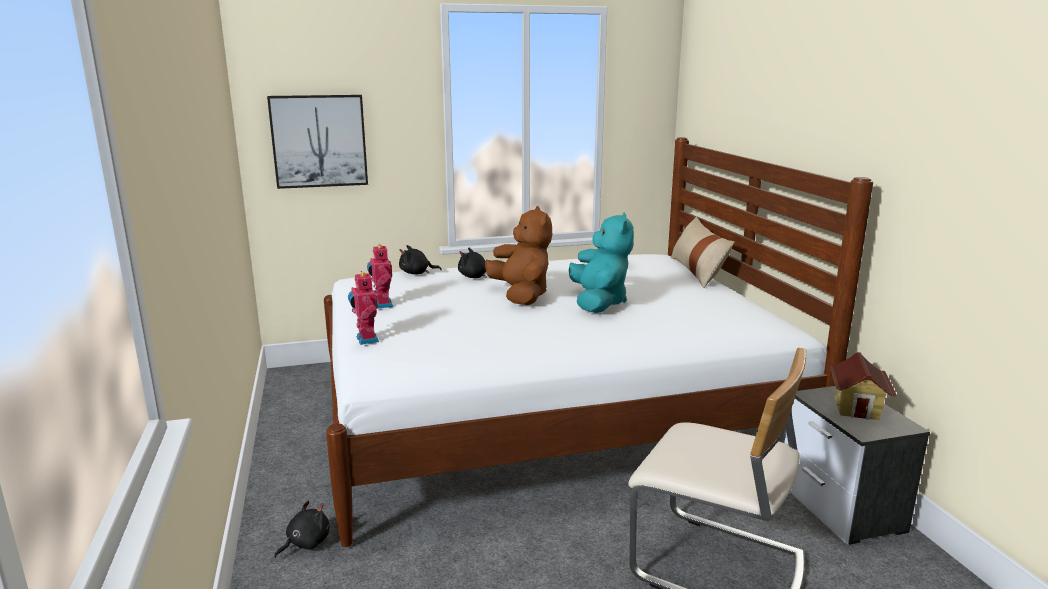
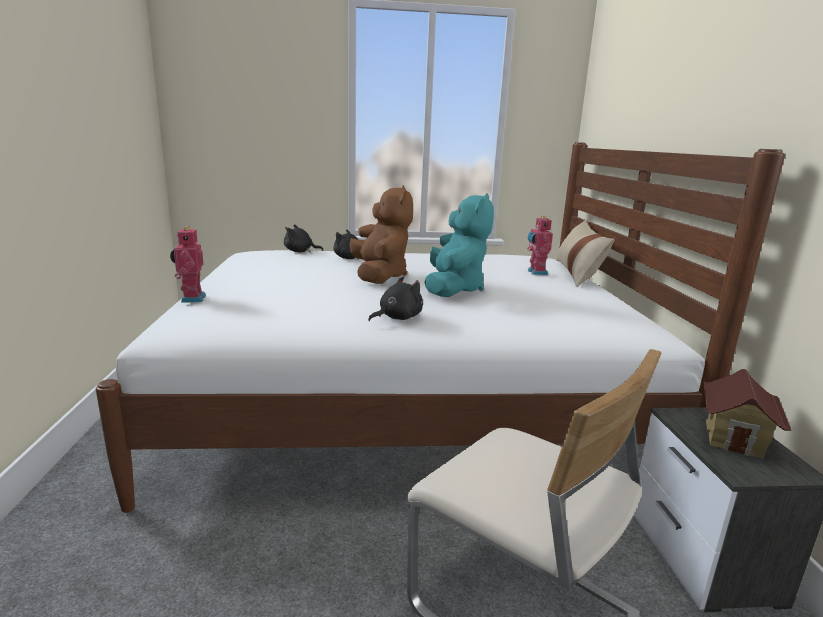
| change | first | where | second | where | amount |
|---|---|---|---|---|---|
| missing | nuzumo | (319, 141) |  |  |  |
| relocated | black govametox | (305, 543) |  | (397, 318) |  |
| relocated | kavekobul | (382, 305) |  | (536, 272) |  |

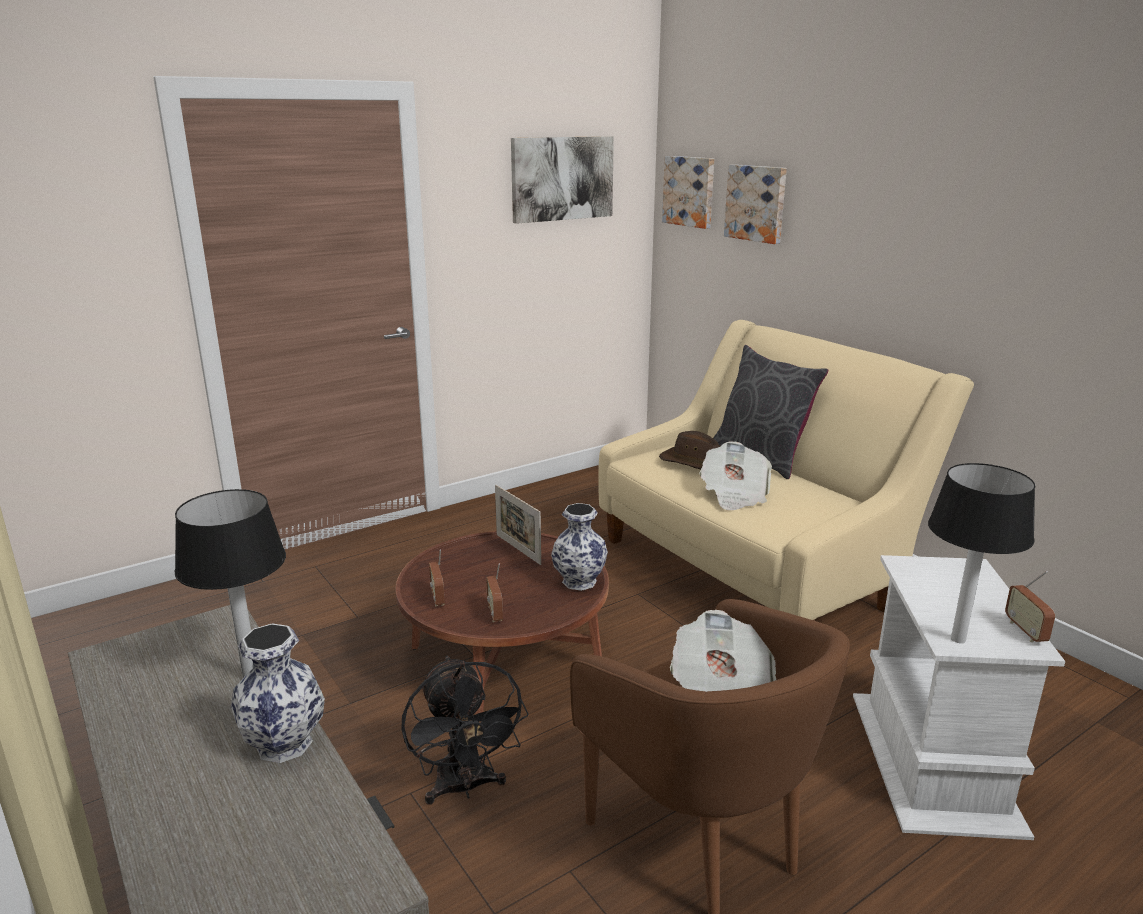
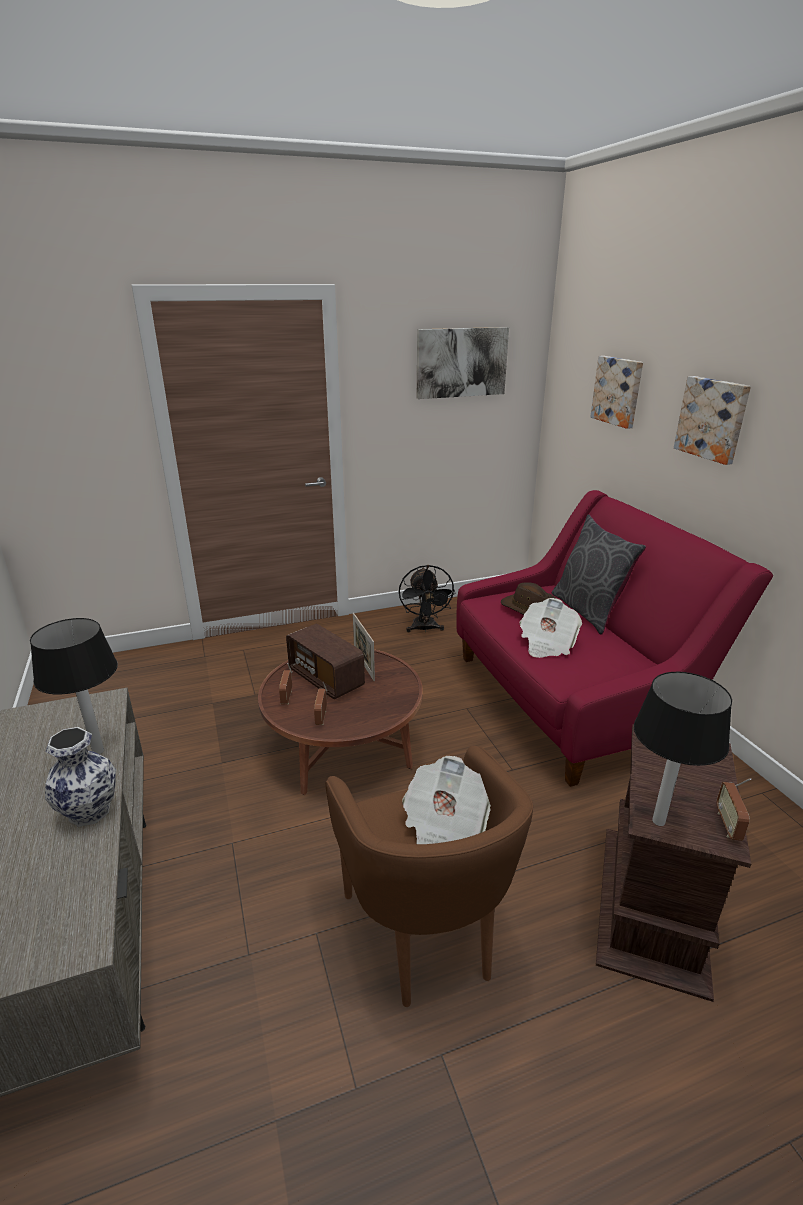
| change | first | where | second | where | amount |
|---|---|---|---|---|---|
| relocated | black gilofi | (464, 788) |  | (424, 629) |  |
| missing | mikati | (579, 581) |  |  |  |
| colour | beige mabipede | (753, 567) | red mabipede | (571, 699) |  |
| relocated | nuzumo | (690, 191) |  | (713, 419) |  |
| colour | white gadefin | (934, 761) | brown gadefin | (652, 906) |  |
| appeared |  |  | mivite | (326, 679) |  |

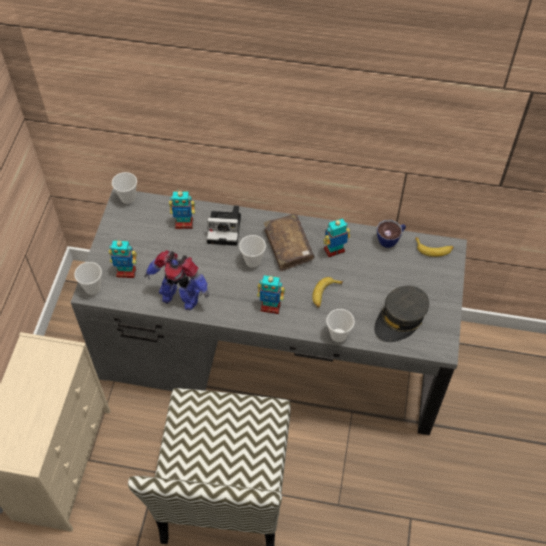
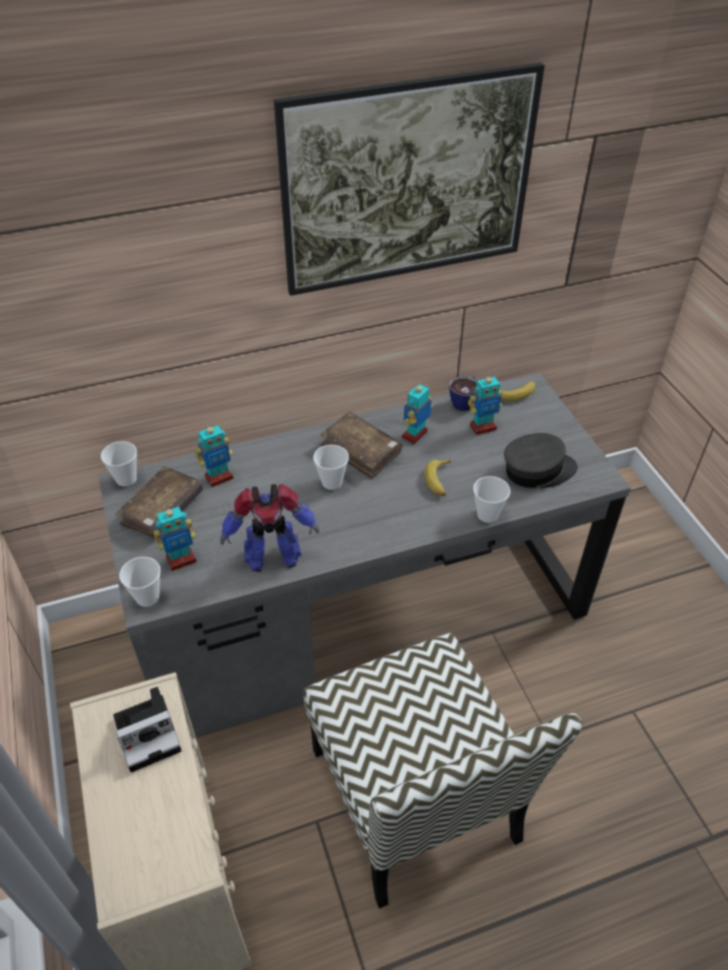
| change | first | where | second | where | amount |
|---|---|---|---|---|---|
| relocated | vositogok | (226, 229) |  | (150, 732) |  |
| relocated | kavekobul | (270, 307) |  | (482, 427) |  |
| spun | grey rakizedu | (400, 319) |  | (538, 470) | 120 degrees counterclockwise |
| appeared |  |  | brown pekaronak | (162, 510) |  |
| appeared |  |  | nuzumo | (406, 228) |  |

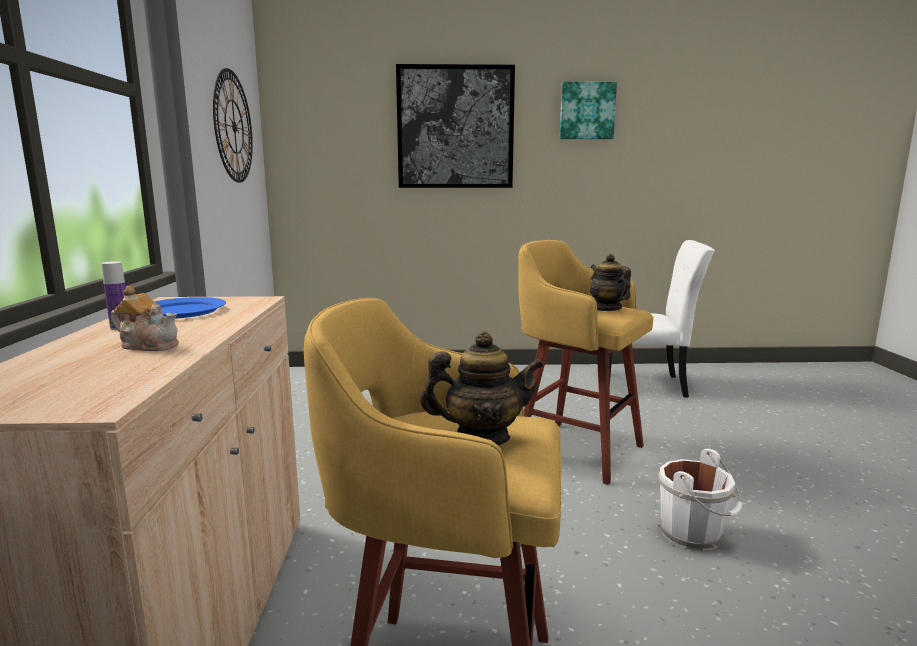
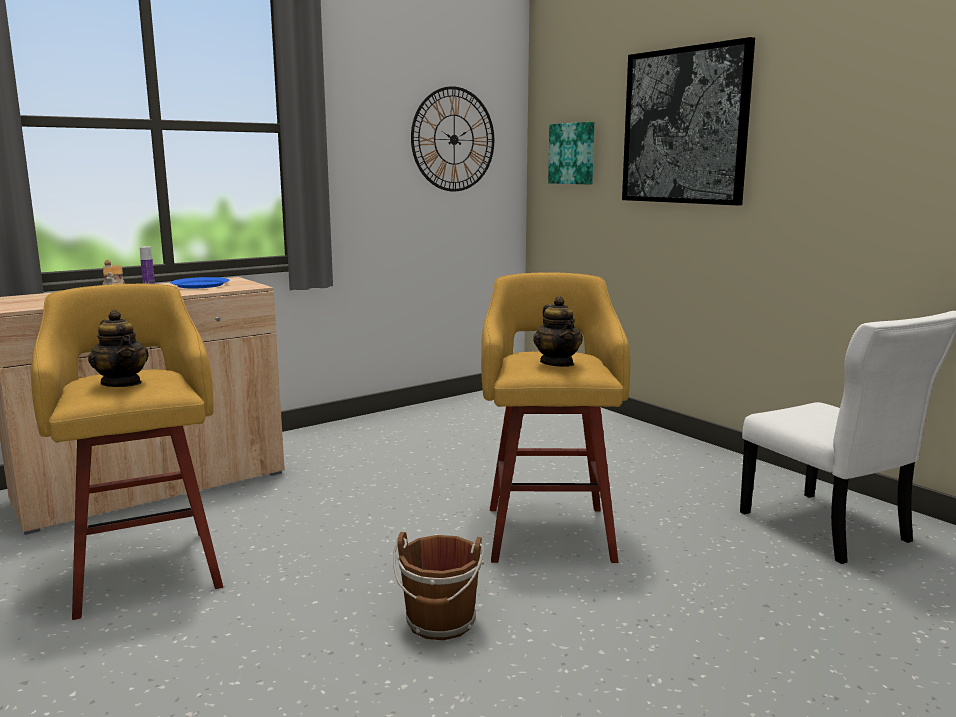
| change | first | where | second | where | amount |
|---|---|---|---|---|---|
| relocated | nuzumo | (587, 111) |  | (572, 153) |  |
| spun | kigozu | (607, 308) |  | (557, 363) | 135 degrees clockwise |
| colour | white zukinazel | (693, 534) | brown zukinazel | (440, 623) |  |

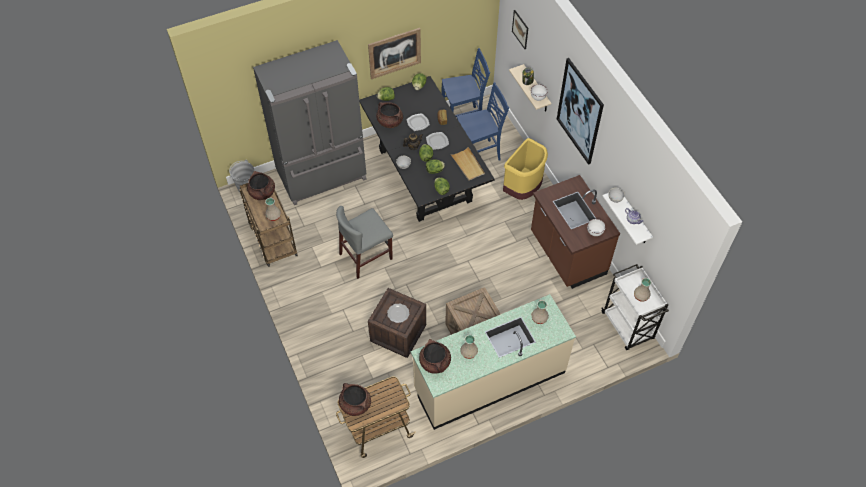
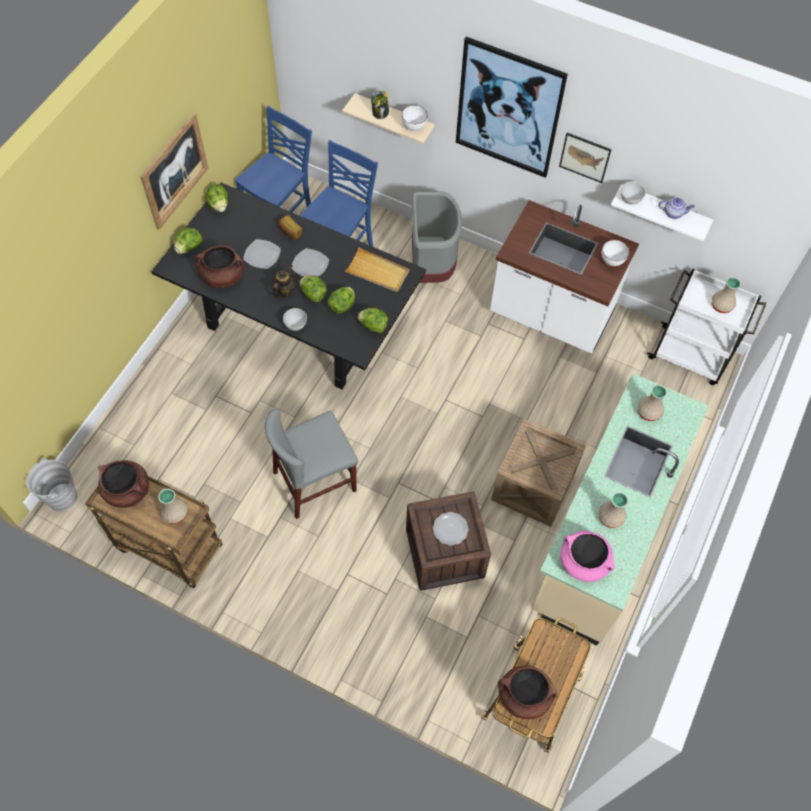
| change | first | where | second | where | amount |
|---|---|---|---|---|---|
| missing | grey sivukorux | (322, 176) |  |  |  |
| spun | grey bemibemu | (366, 256) |  | (315, 481) | 45 degrees clockwise |
| colour | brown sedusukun | (435, 363) | pink sedusukun | (584, 562) |  |
| colour | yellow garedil | (523, 189) | grey garedil | (431, 266) |  |
| relocated | nuzumo | (520, 29) |  | (585, 157) |  |
| colour | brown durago | (567, 254) | white durago | (551, 314) |  |

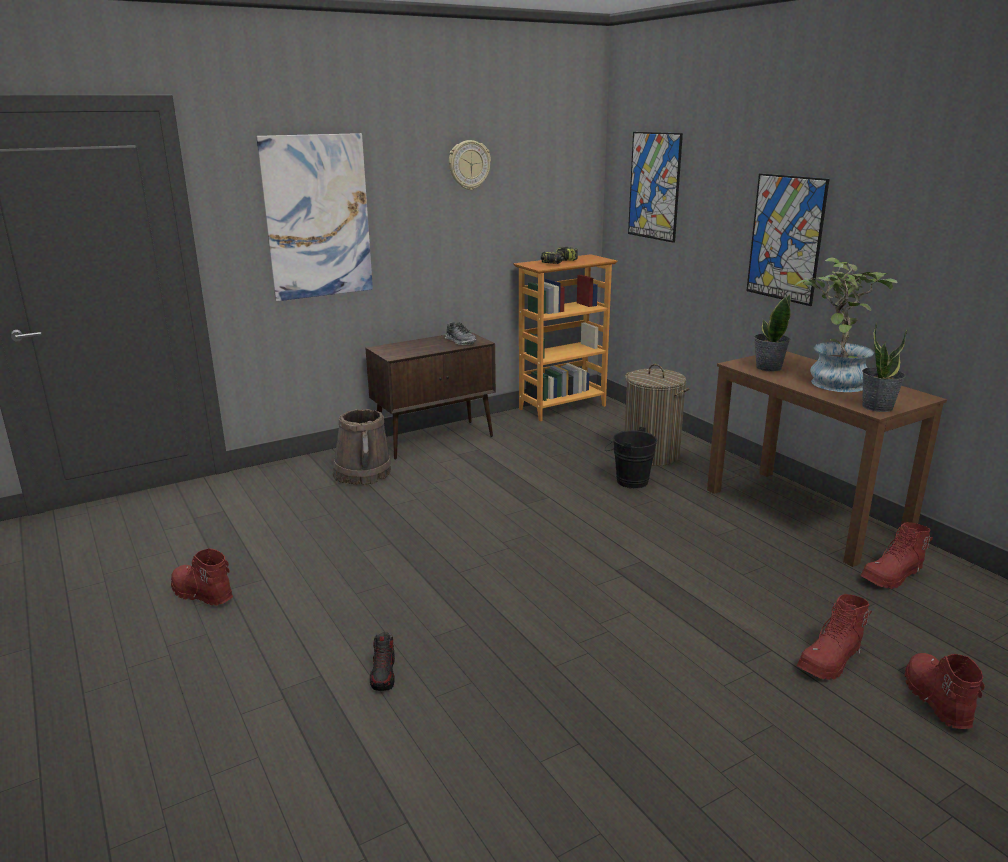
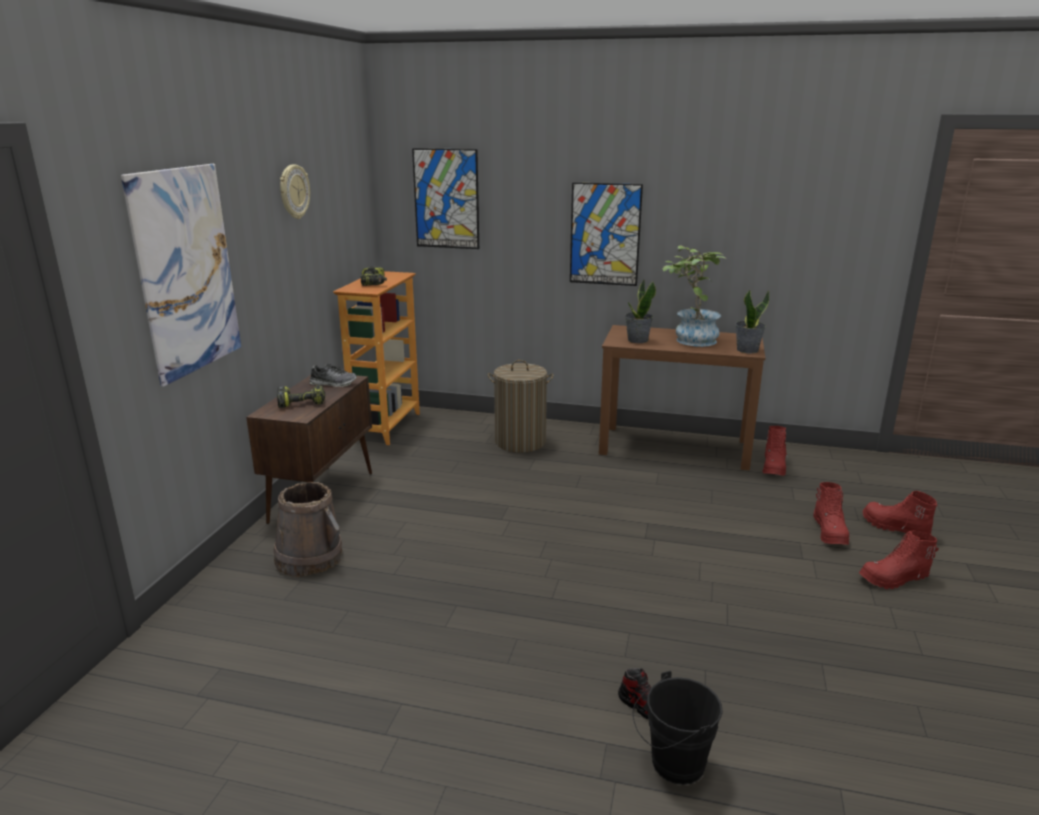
| change | first | where | second | where | amount |
|---|---|---|---|---|---|
| relocated | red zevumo | (201, 594) |  | (894, 579) |  |
| relocated | black zukinazel | (628, 481) |  | (672, 764) |  |
| appeared |  |  | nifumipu | (302, 402) |  |

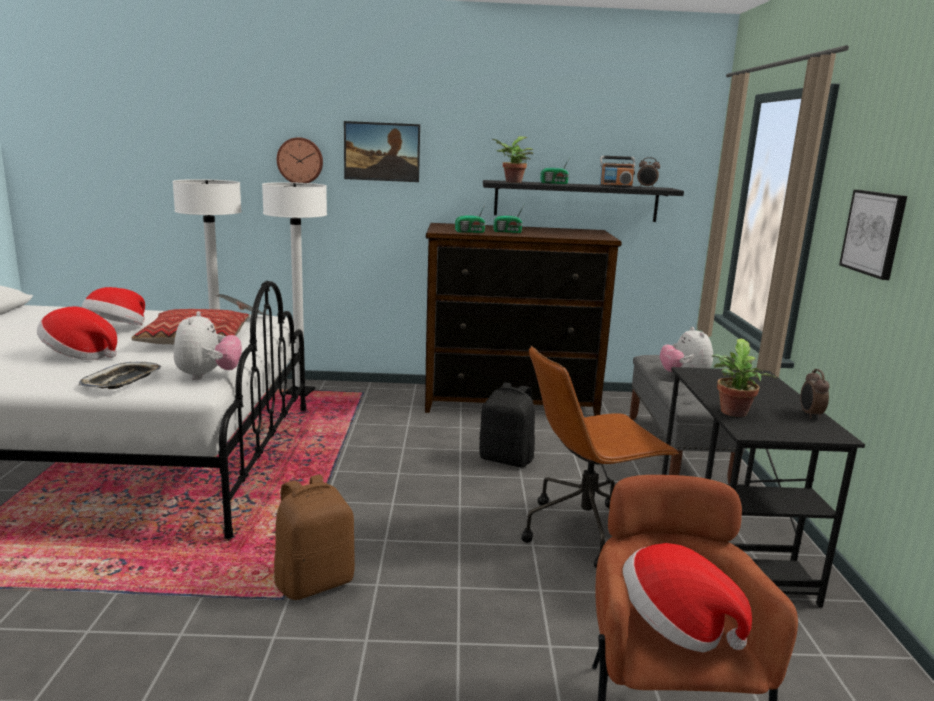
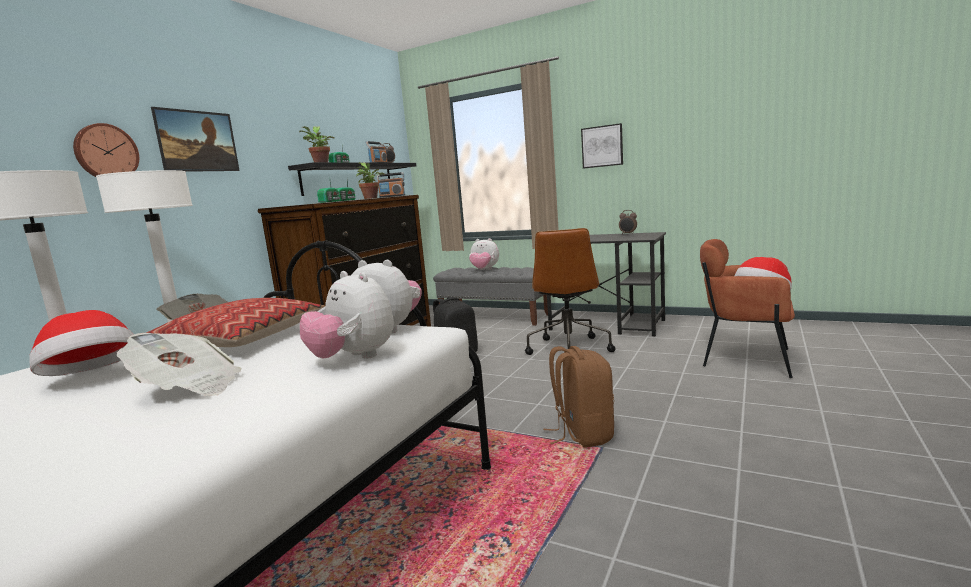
| change | first | where | second | where | amount |
|---|---|---|---|---|---|
| exchanged | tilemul | (79, 355) | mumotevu | (188, 388) |  |
| exchanged | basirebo | (122, 381) | govametox | (353, 358) |  |
| relocated | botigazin | (733, 413) |  | (371, 198) |  |
| appeared |  |  | mivite | (392, 196) |  |

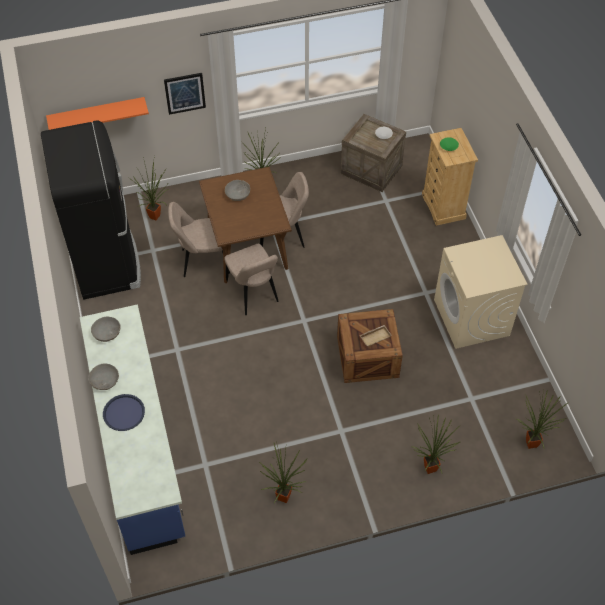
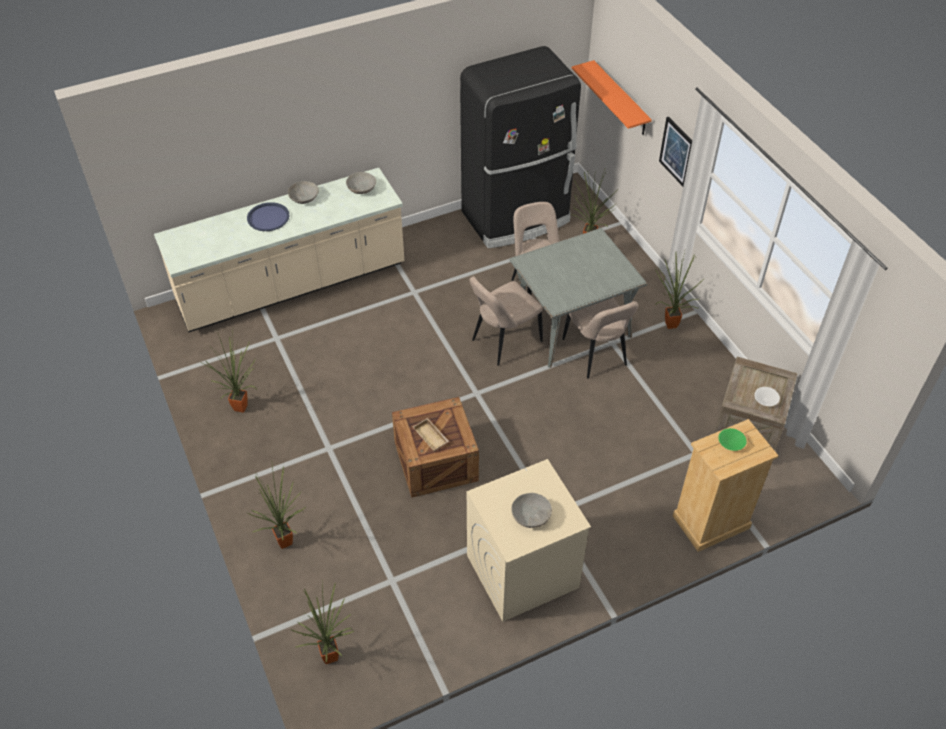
| change | first | where | second | where | amount |
|---|---|---|---|---|---|
| colour | blue durago | (139, 447) | beige durago | (292, 286) |  |
| colour | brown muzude | (247, 246) | grey muzude | (571, 326) |  |
| relocated | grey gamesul | (237, 194) |  | (531, 516) |  |

